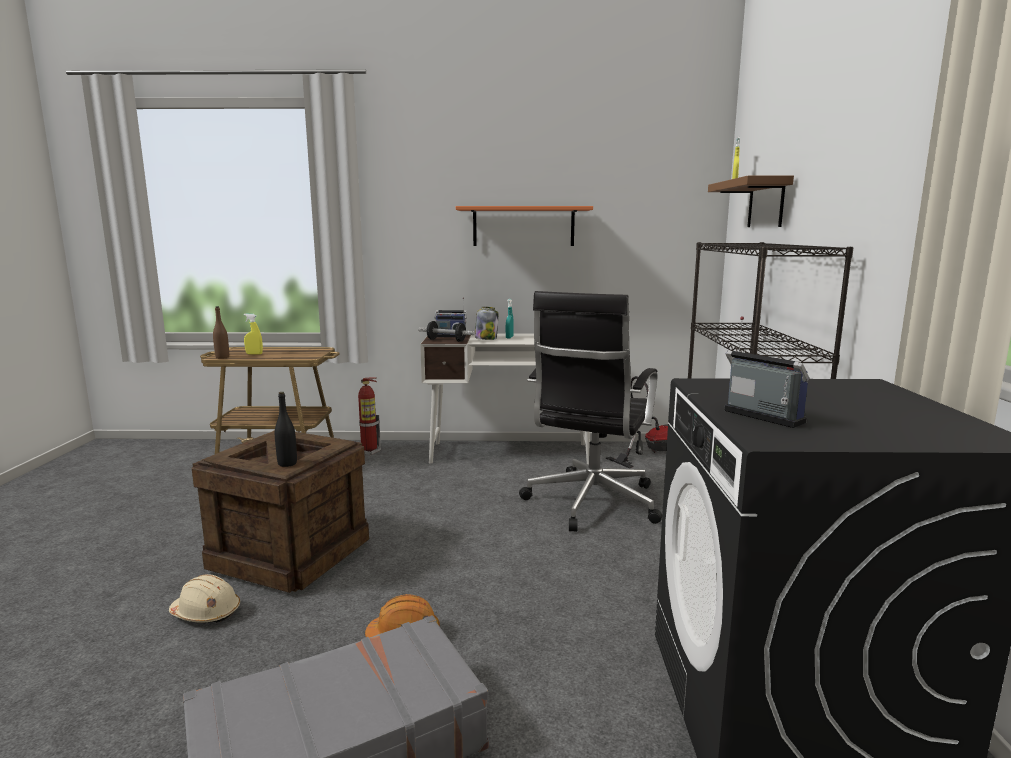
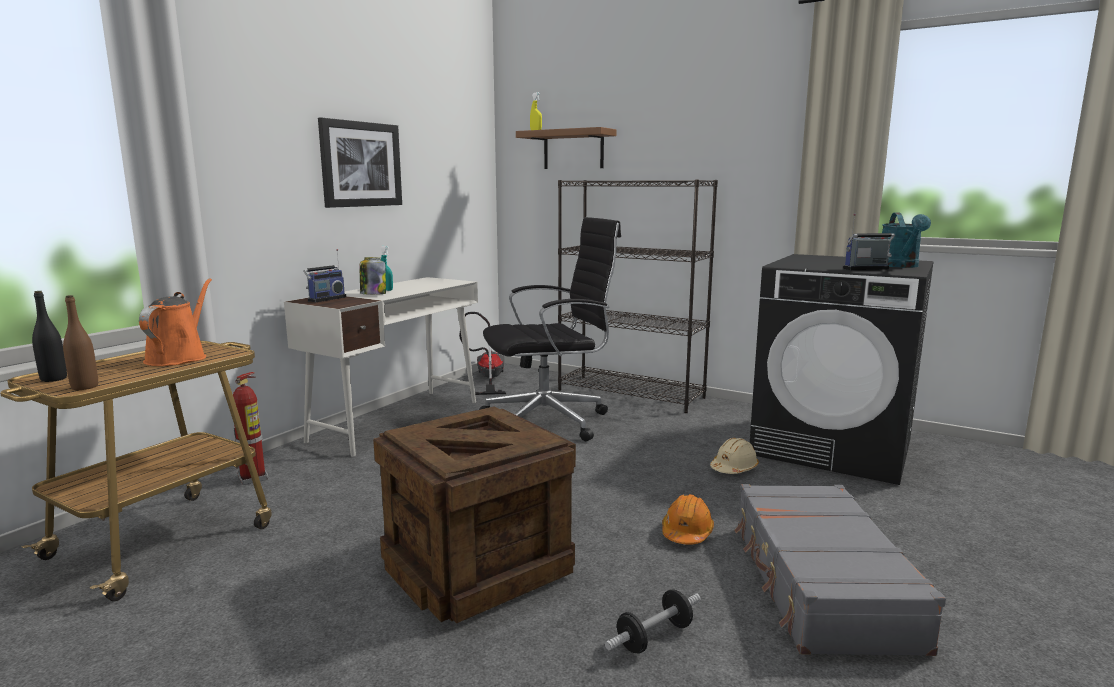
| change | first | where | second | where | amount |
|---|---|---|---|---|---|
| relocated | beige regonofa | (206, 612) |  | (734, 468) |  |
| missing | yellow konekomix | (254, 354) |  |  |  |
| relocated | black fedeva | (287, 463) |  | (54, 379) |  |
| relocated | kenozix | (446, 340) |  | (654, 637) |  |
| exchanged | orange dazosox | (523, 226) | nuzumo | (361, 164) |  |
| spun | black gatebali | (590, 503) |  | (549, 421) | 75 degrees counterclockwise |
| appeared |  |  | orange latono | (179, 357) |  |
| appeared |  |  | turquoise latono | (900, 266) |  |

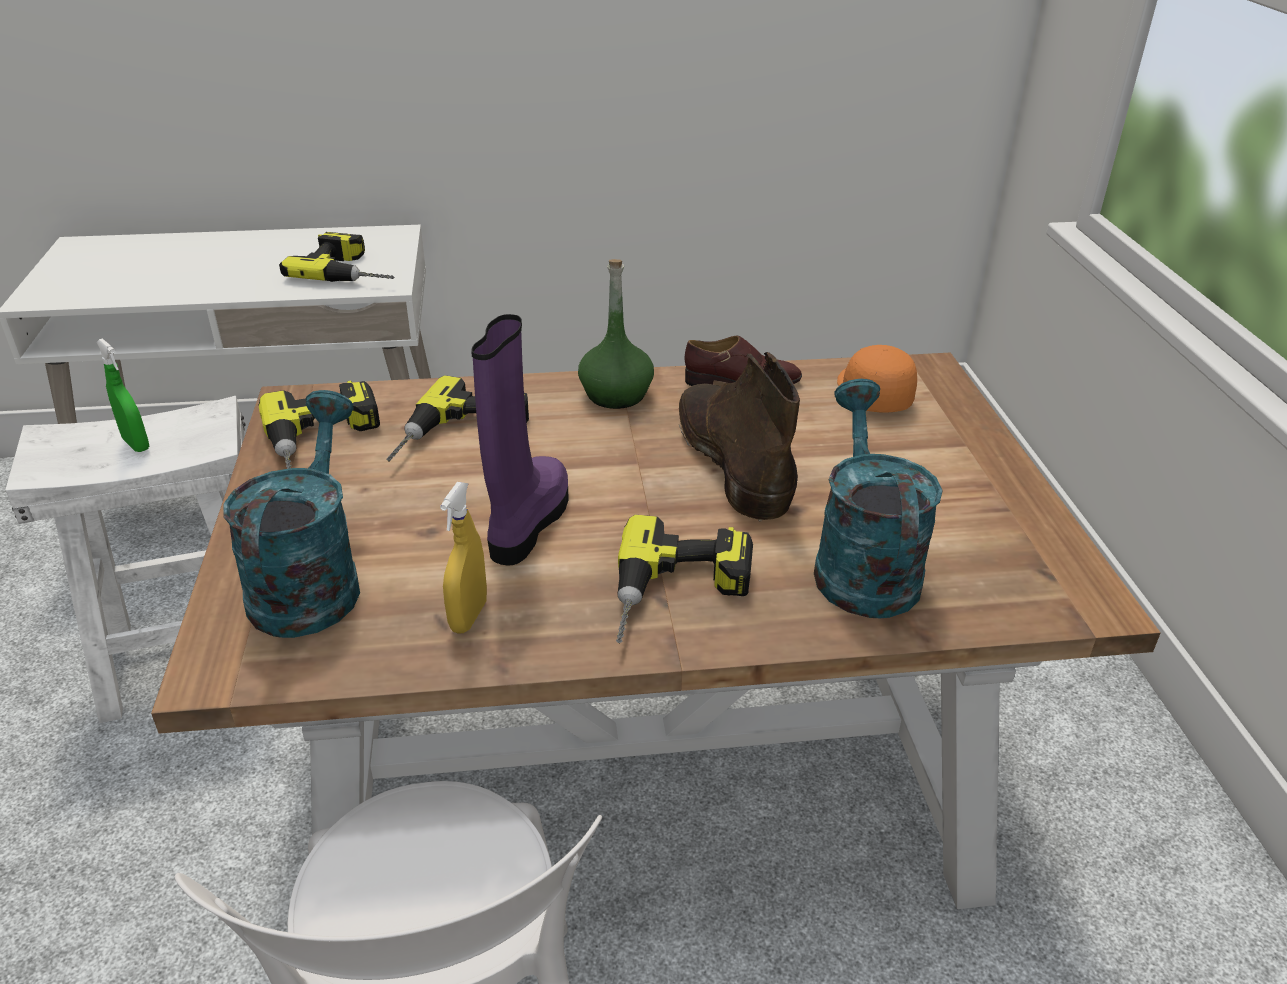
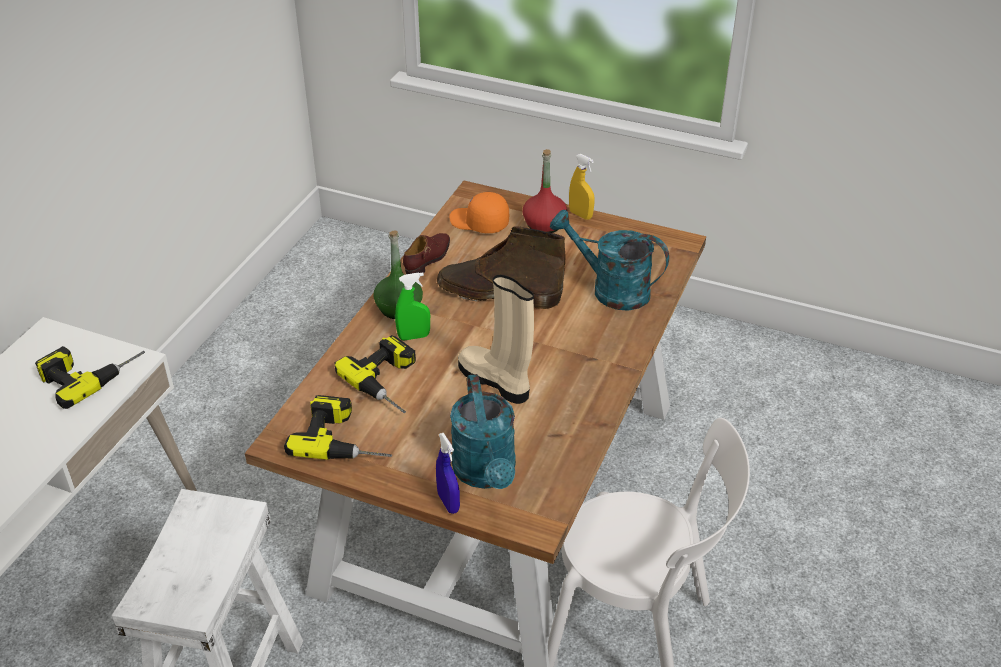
| change | first | where | second | where | amount |
|---|---|---|---|---|---|
| relocated | green konekomix | (136, 444) |  | (414, 336) |  |
| spun | turquoise latono | (310, 581) |  | (487, 474) | 135 degrees counterclockwise |
| relocated | yellow konekomix | (468, 616) |  | (580, 215) |  |
| colour | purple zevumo | (527, 522) | beige zevumo | (496, 381) |  |
| missing | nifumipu | (679, 596) |  |  |  |
| appeared |  |  | blue konekomix | (448, 502) |  |
| appeared |  |  | red fedeva | (544, 224) |  |

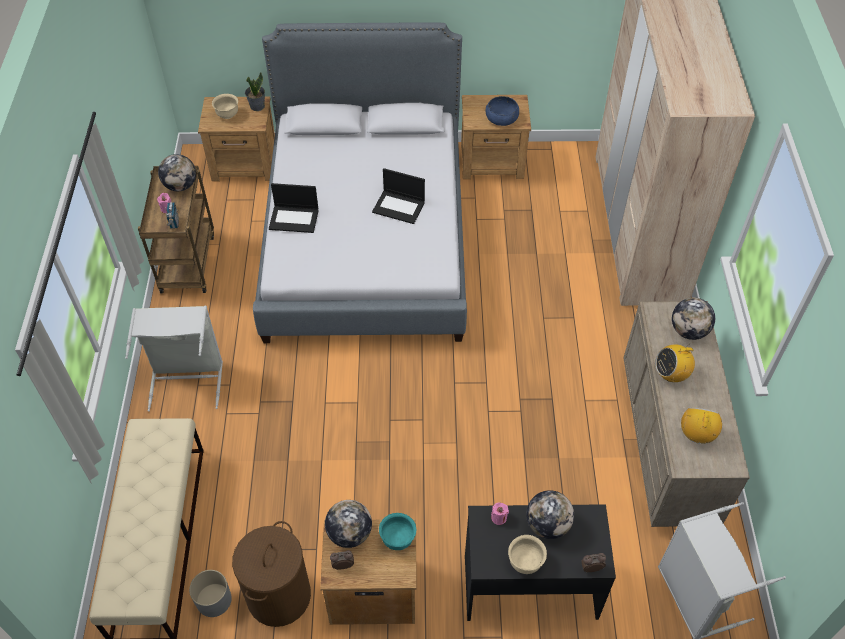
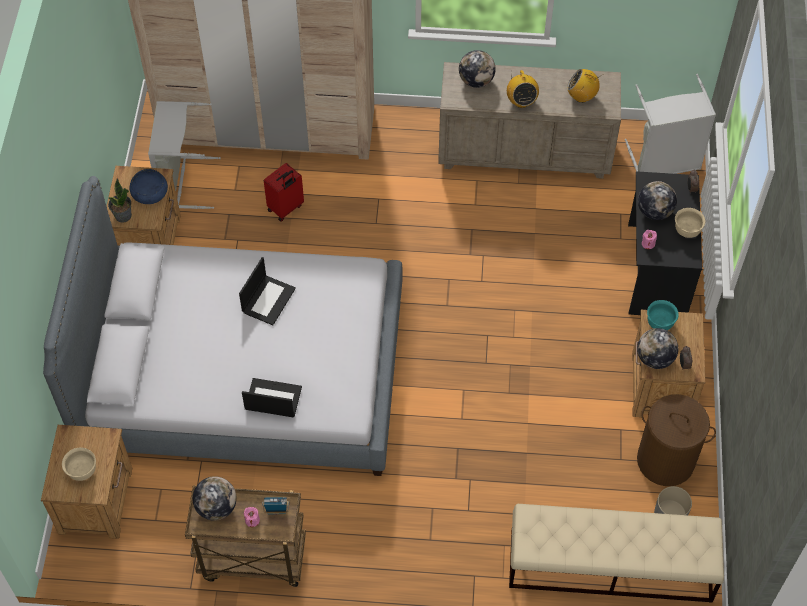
| change | first | where | second | where | amount |
|---|---|---|---|---|---|
| relocated | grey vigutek | (187, 379) |  | (182, 182) |  |
| relocated | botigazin | (257, 106) |  | (123, 216) |  |
| spun | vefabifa | (294, 219) |  | (272, 399) | 90 degrees counterclockwise |
| appeared |  |  | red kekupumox | (286, 208) |  |

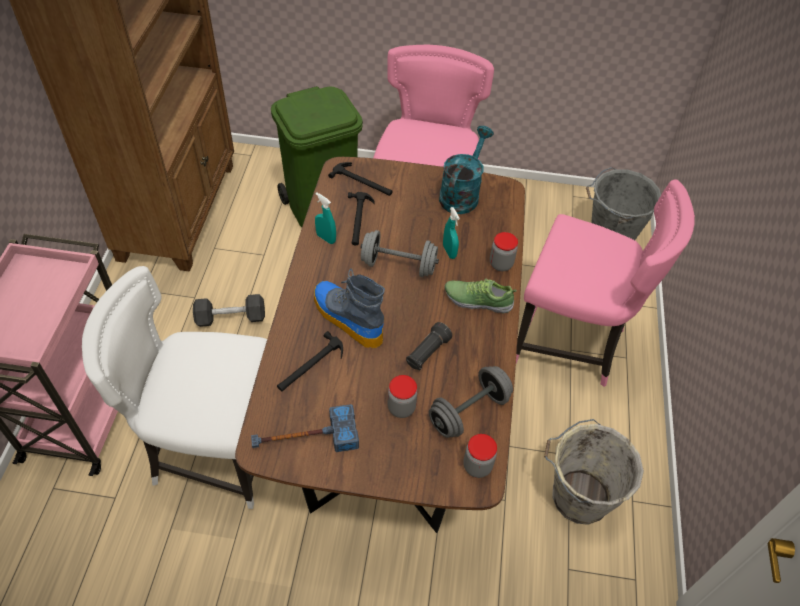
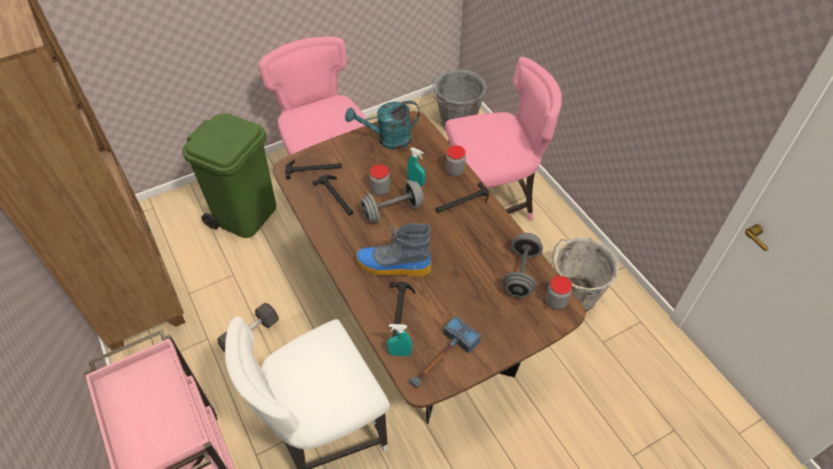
| change | first | where | second | where | amount |
|---|---|---|---|---|---|
| relocated | turquoise konekomix | (326, 238) |  | (399, 353) |  |
| relocated | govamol | (401, 407) |  | (380, 190) |  |
| missing | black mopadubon | (427, 353) |  |  |  |
| spun | turquoise latono | (462, 193) |  | (387, 139) | 90 degrees counterclockwise |
| exchanged | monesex | (478, 300) | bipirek | (462, 202) |  |

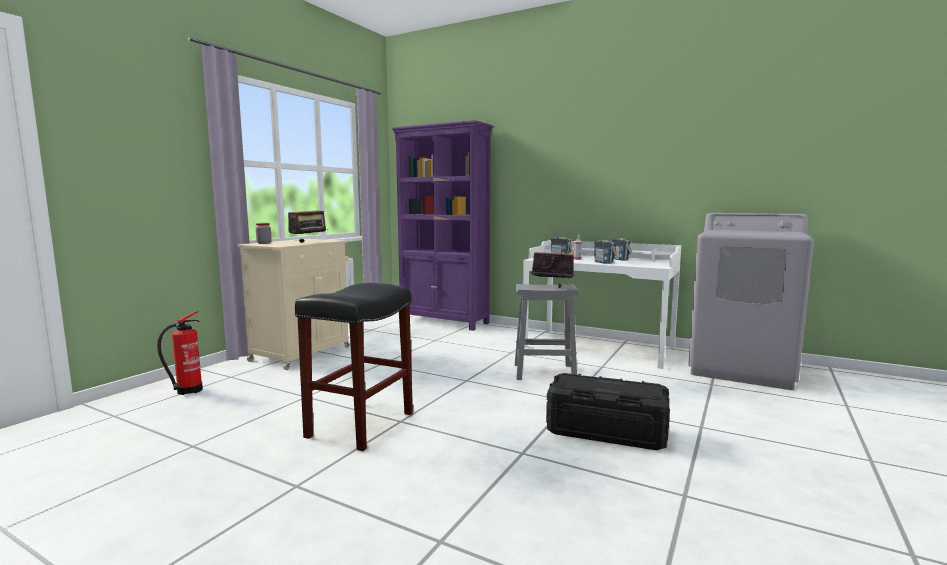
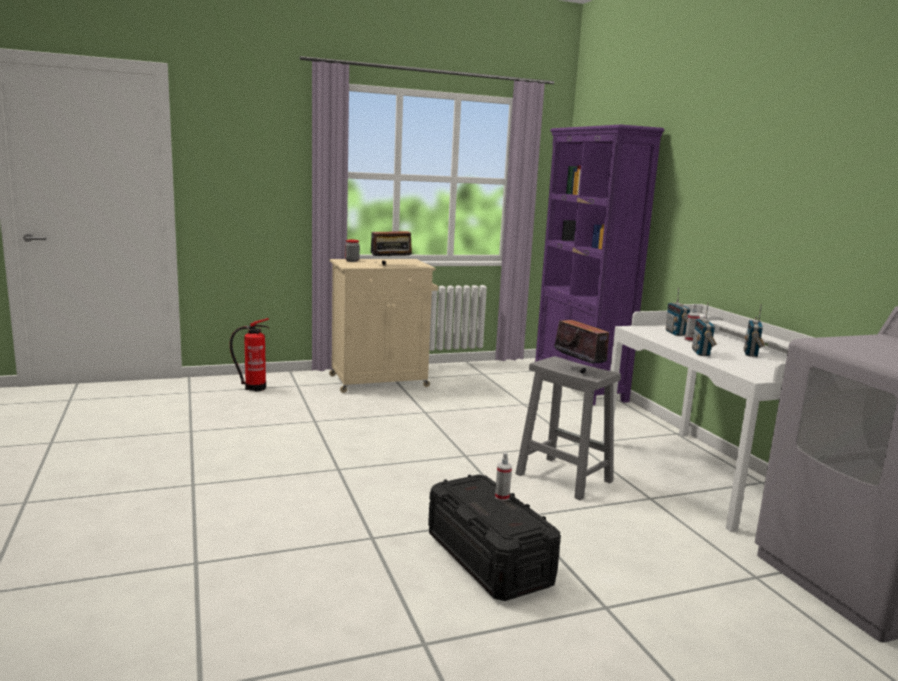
| change | first | where | second | where | amount |
|---|---|---|---|---|---|
| missing | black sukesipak | (361, 424) |  |  |  |
| appeared |  |  | konekomix | (502, 497) |  |

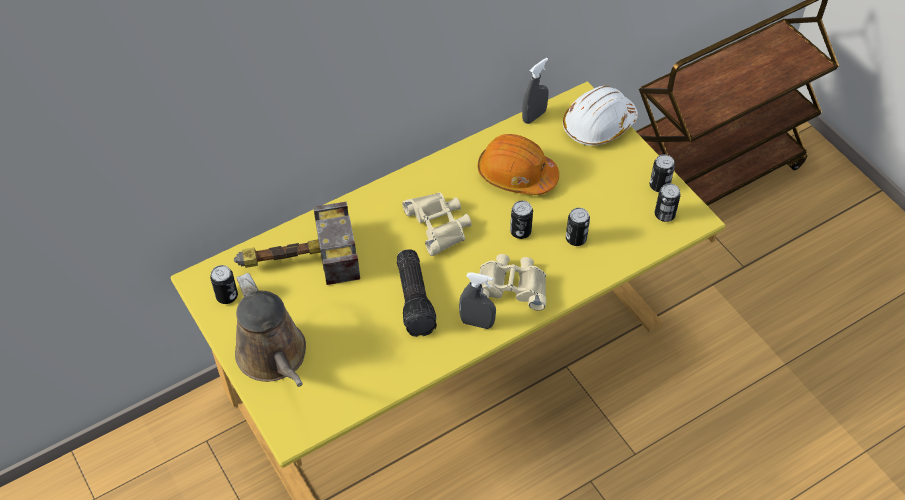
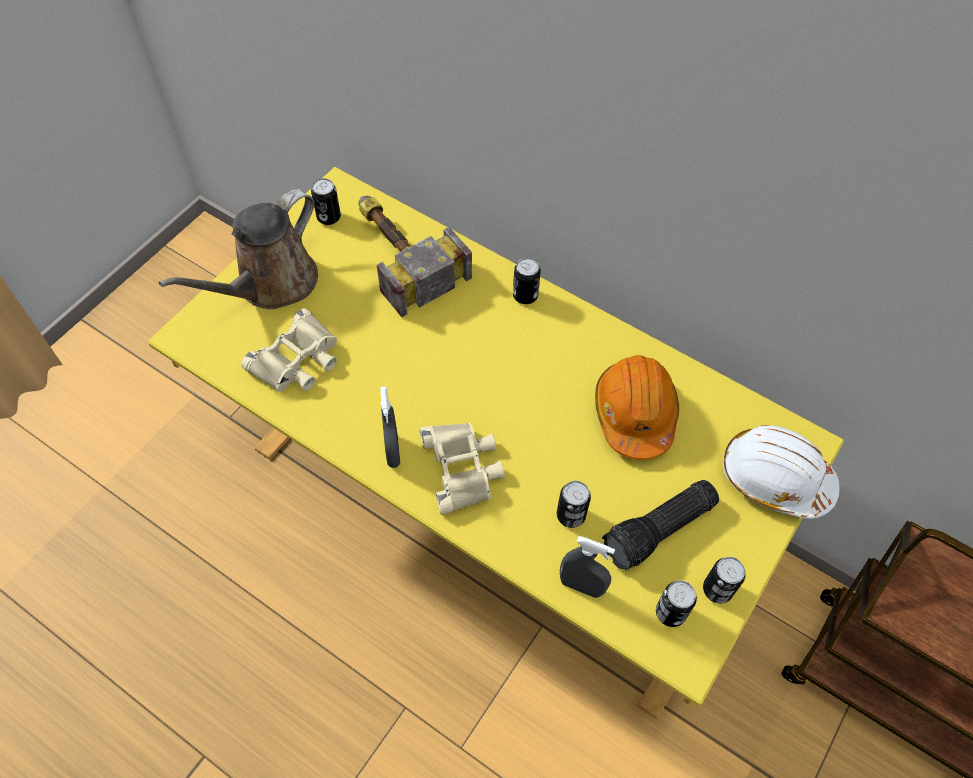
| change | first | where | second | where | amount |
|---|---|---|---|---|---|
| relocated | mopadubon | (416, 299) |  | (659, 531) |  |
| relocated | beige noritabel | (439, 225) |  | (297, 360) |  |
| relocated | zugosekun | (520, 231) |  | (525, 295) |  |
| relocated | grey konekomix | (534, 116) |  | (581, 586) |  |

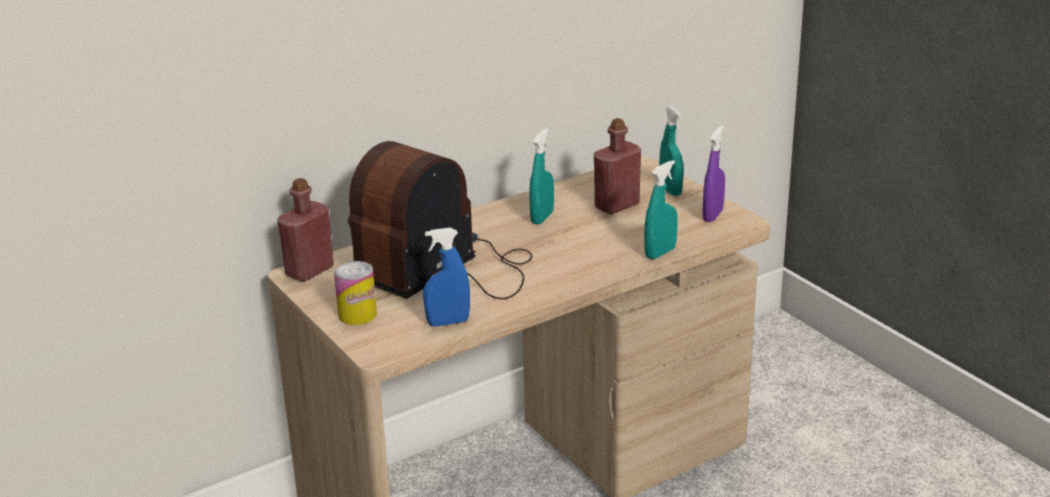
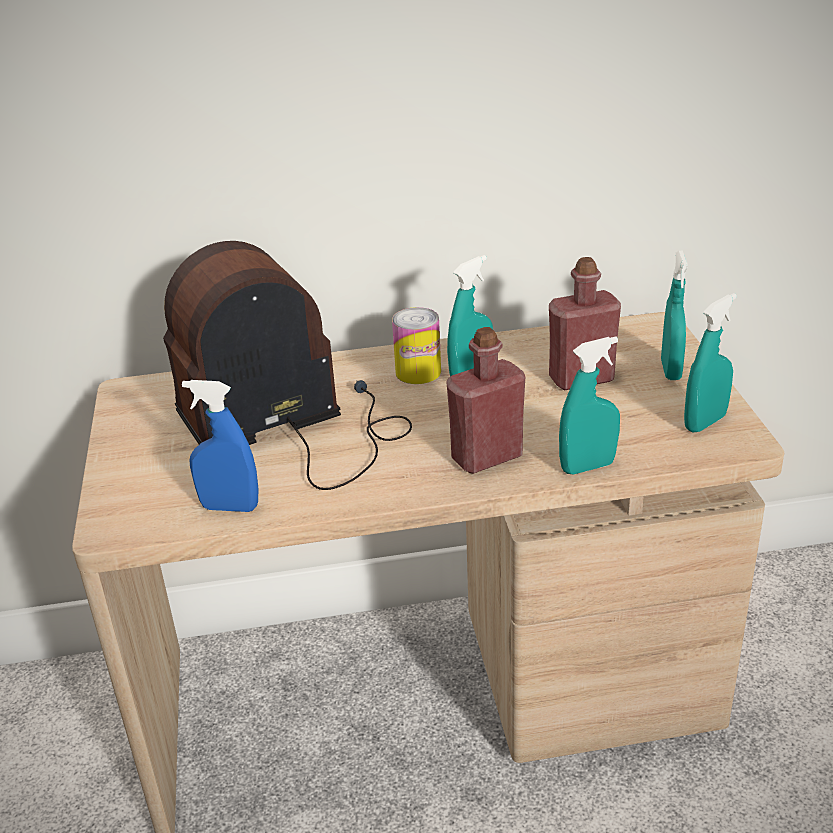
| change | first | where | second | where | amount |
|---|---|---|---|---|---|
| relocated | red fedeva | (309, 271) |  | (487, 457) |  |
| relocated | zugosekun | (357, 314) |  | (418, 372) |  |
| colour | purple konekomix | (712, 215) | turquoise konekomix | (705, 422) |  |

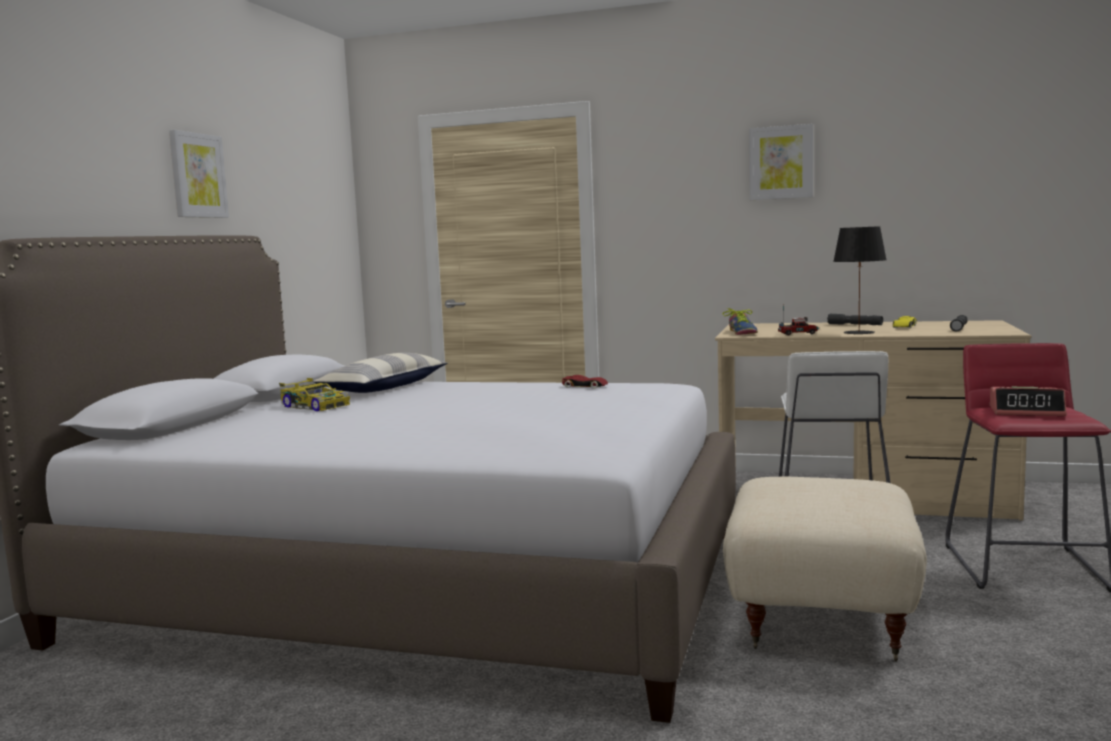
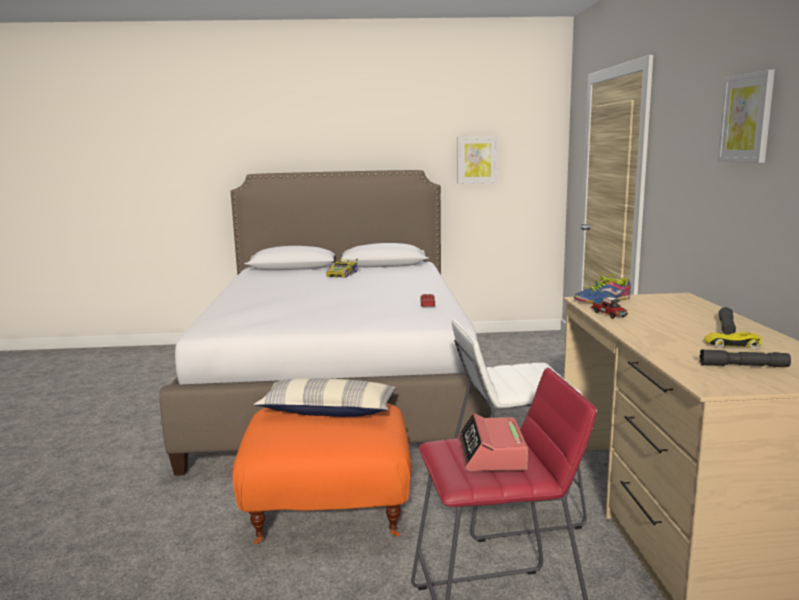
| change | first | where | second | where | amount |
|---|---|---|---|---|---|
| relocated | nuzumo | (197, 175) |  | (477, 160) |  |
| relocated | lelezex | (385, 387) |  | (328, 410) |  |
| colour | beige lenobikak | (819, 615) | orange lenobikak | (329, 510) |  |
| missing | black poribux | (858, 332) |  |  |  |

